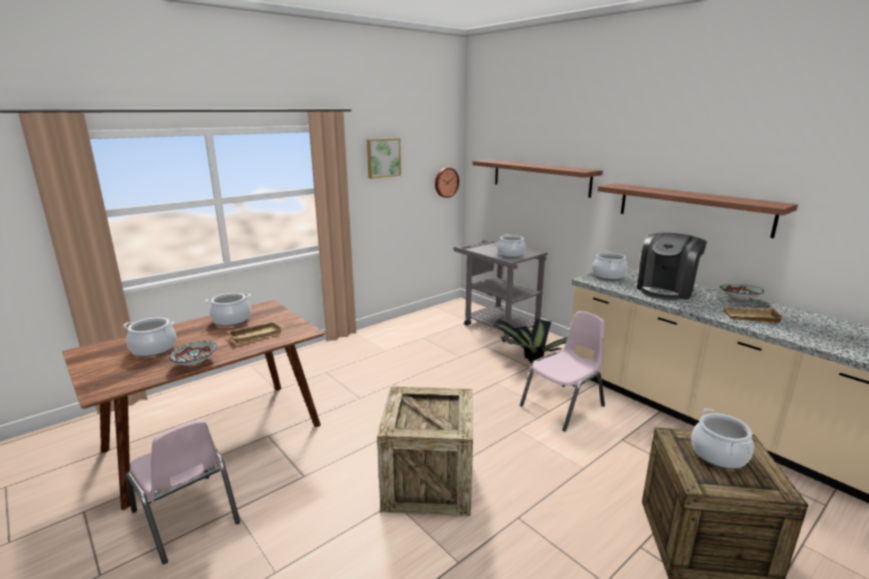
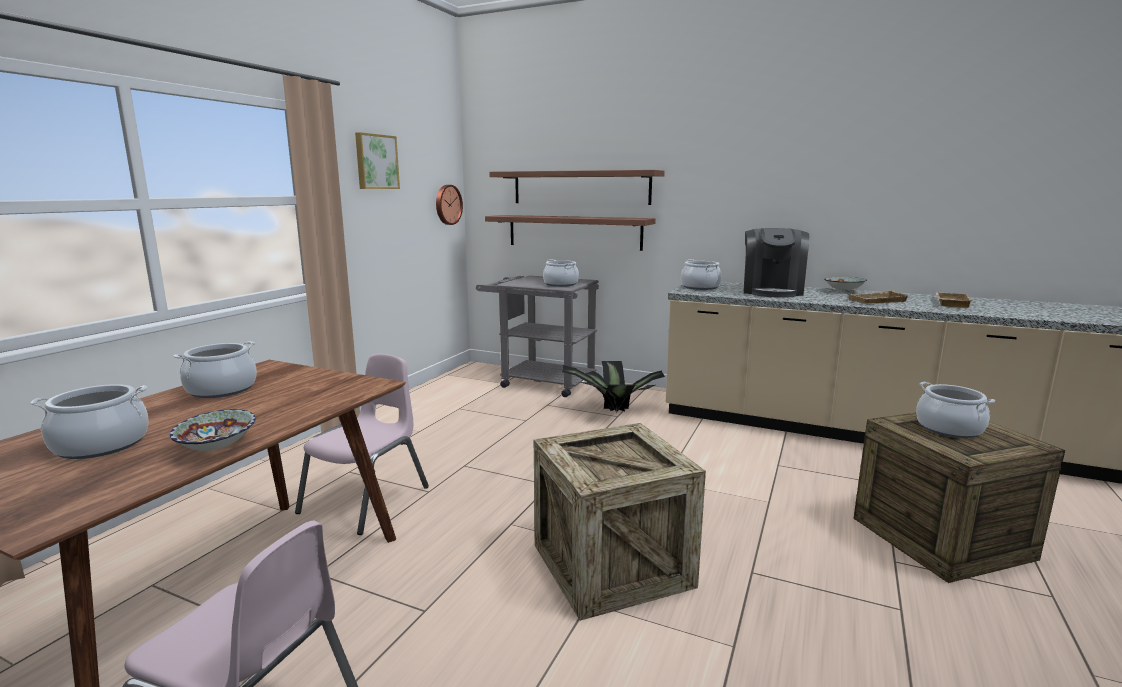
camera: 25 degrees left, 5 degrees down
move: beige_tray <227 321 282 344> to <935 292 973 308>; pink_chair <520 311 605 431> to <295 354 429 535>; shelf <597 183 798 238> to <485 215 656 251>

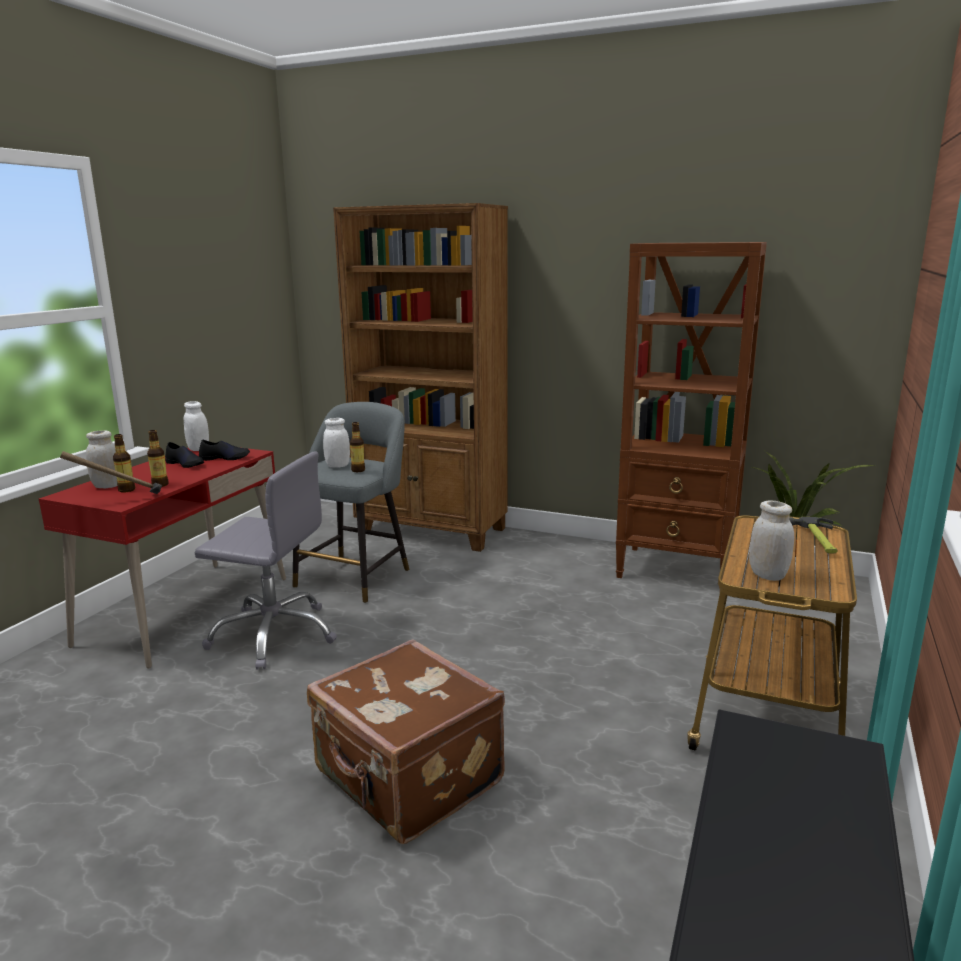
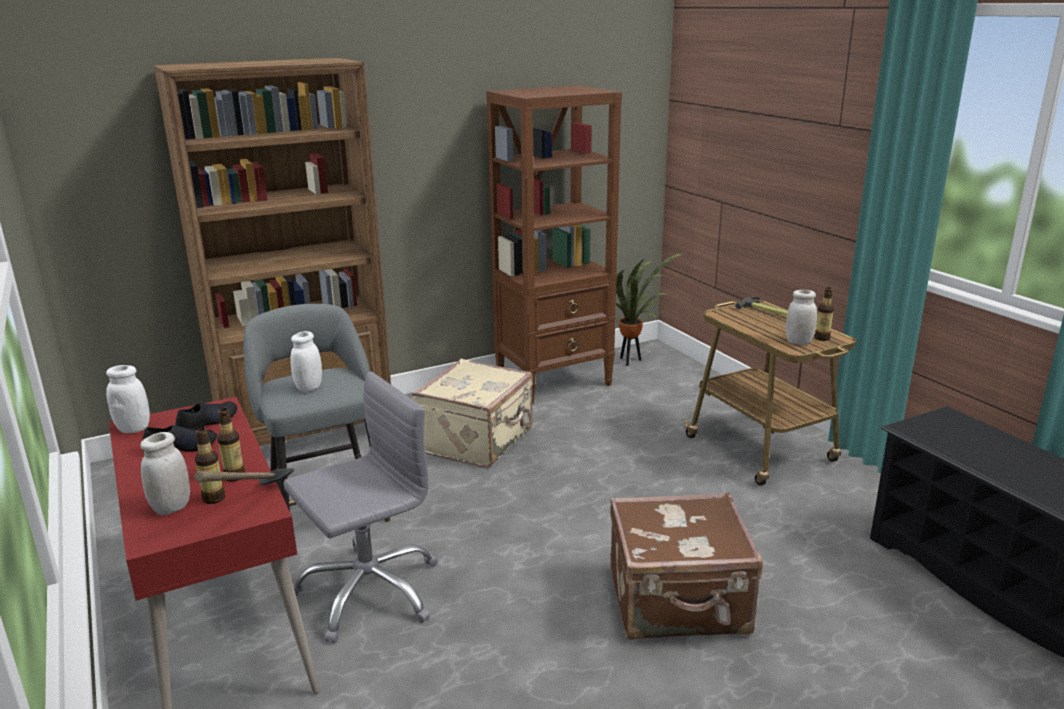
camera: 50 degrees left, 5 degrees up
insert: beige_suitcase <412 359 533 468>
move: bottle <350 422 365 472> to <815 287 834 341>

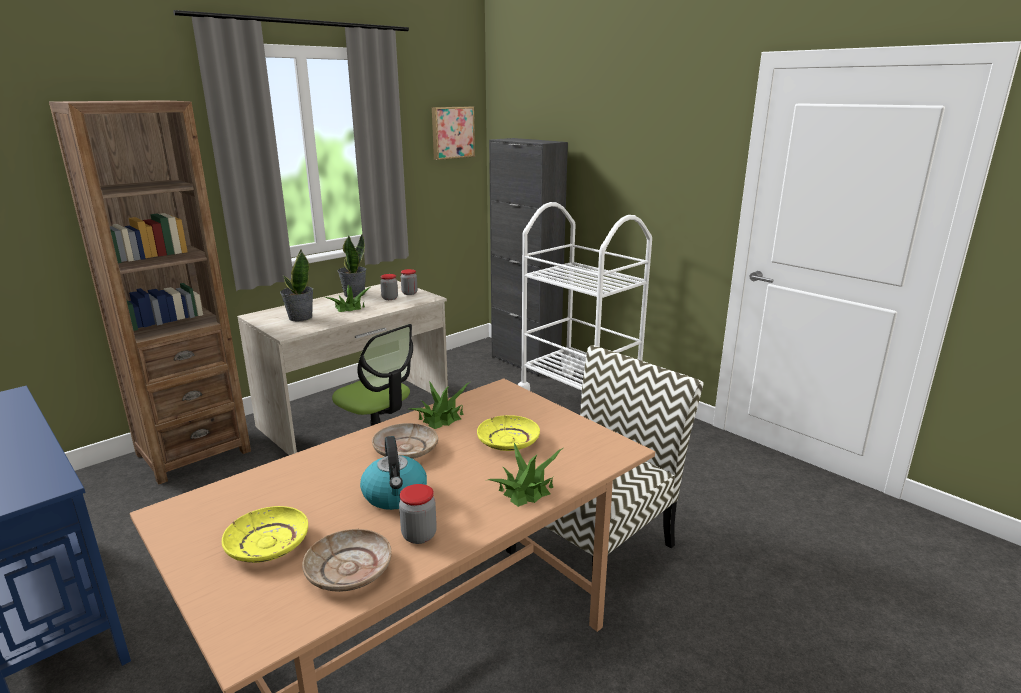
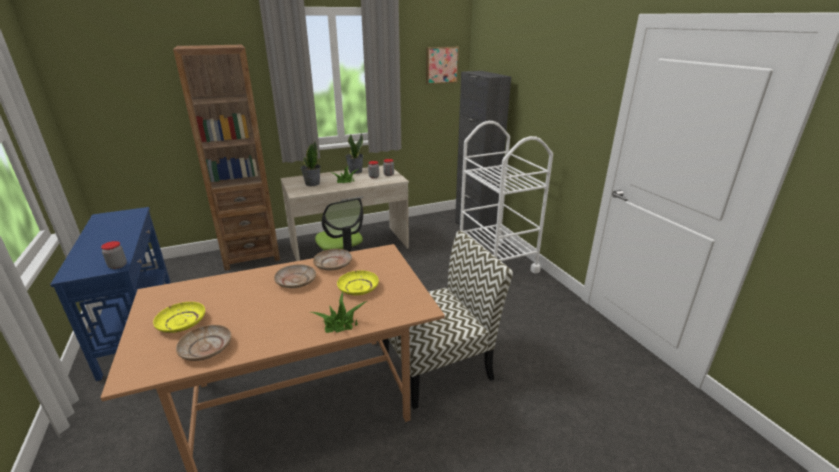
camera: 20 degrees right, 5 degrees up
delete: kettle <360 436 427 510>
move: jar <399 484 437 544> to <101 241 127 269>
replace: potted_plant <410 381 470 429> to beige_plate <313 249 352 270>

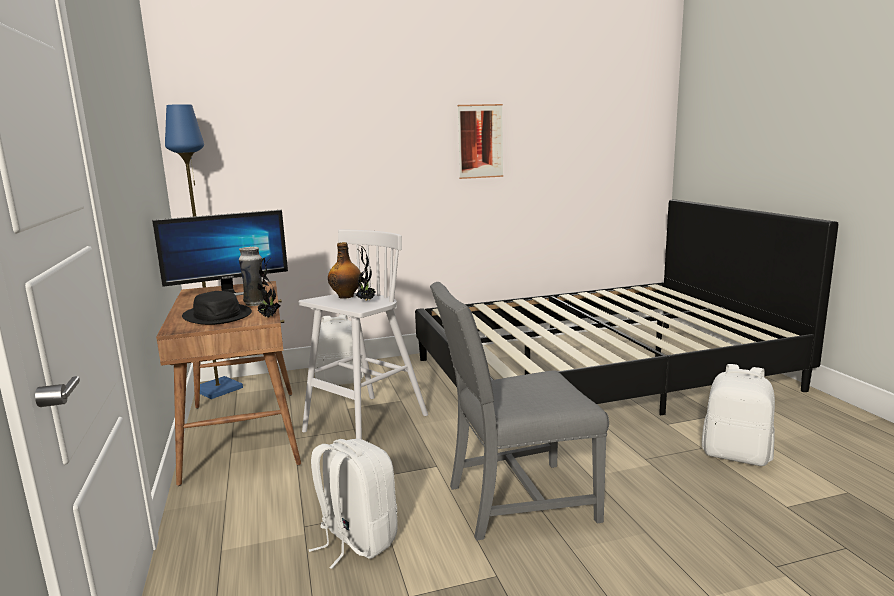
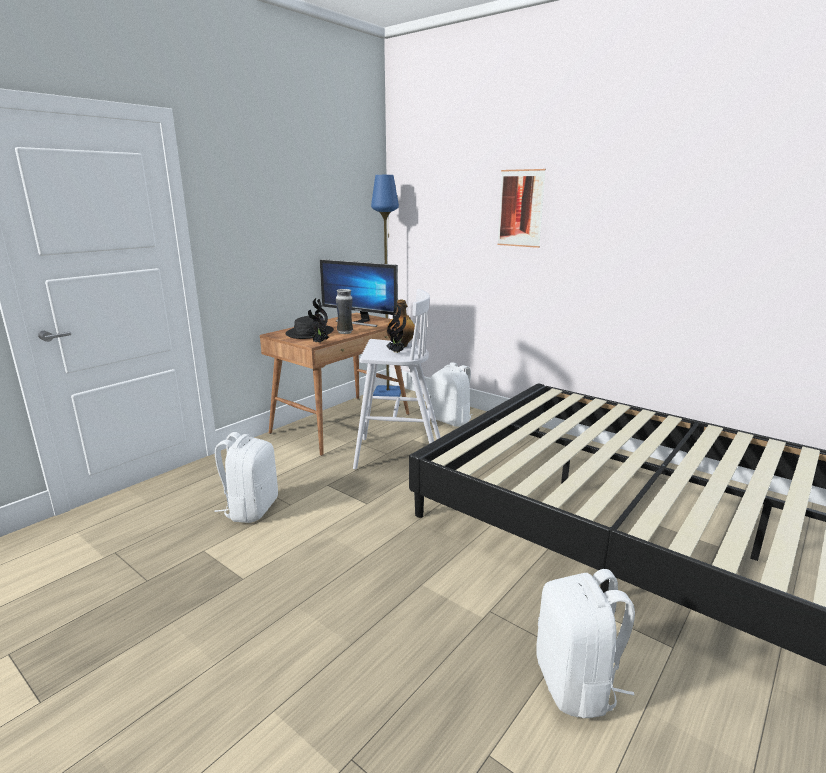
camera: 55 degrees right, 5 degrees up
delete: grey_chair <430 282 609 541>
move: picture <458 104 503 179> to <498 169 546 248>

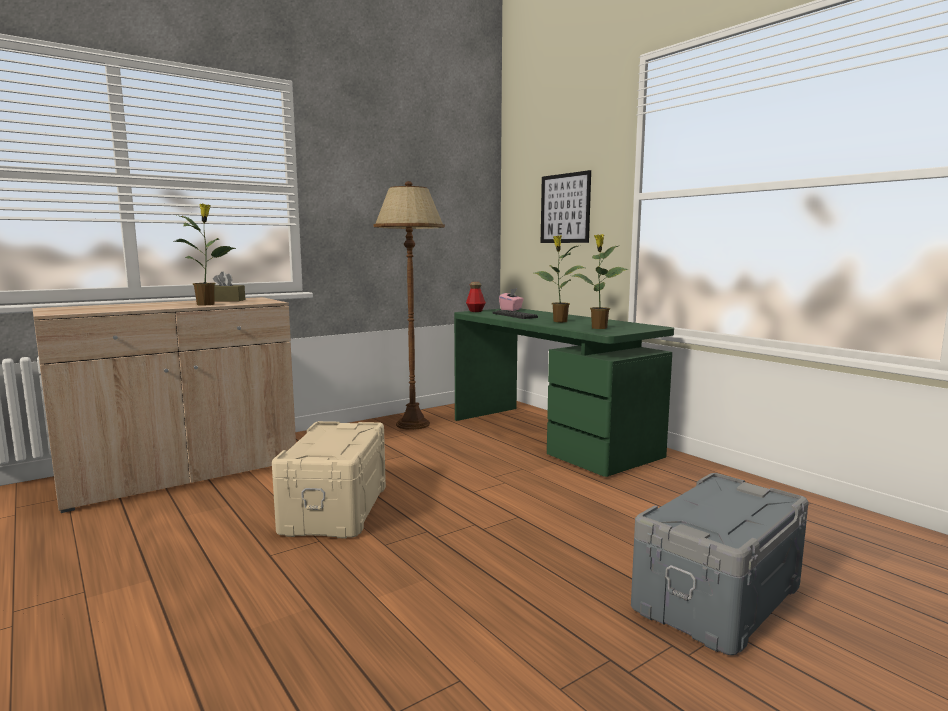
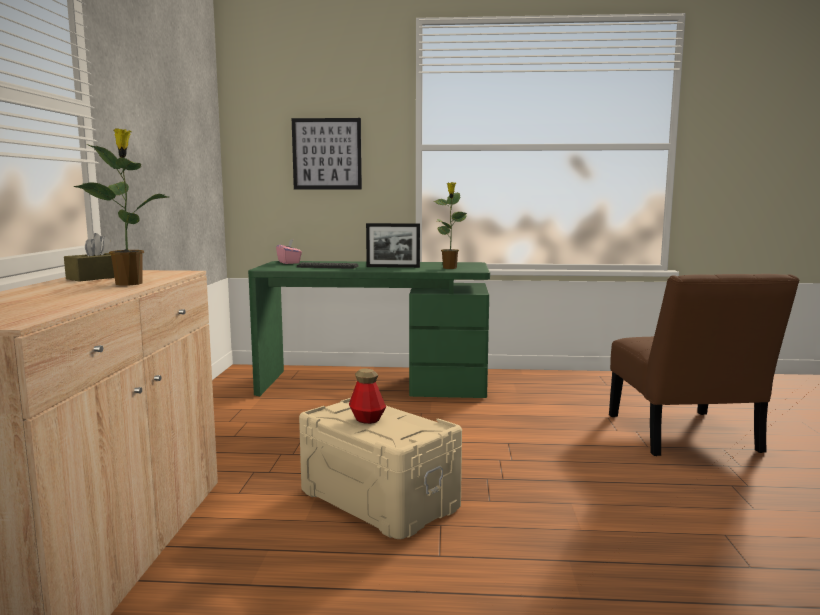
camera: 50 degrees left, 0 degrees up
delete: brown_floor_lamp <373 181 445 430>
move: bottle <466 282 486 312> to <349 368 386 424>
replace: potted_plant <534 235 585 322> to picture_frame <366 223 420 268>; grey_storage_box <631 473 808 655> to brown_chair <609 274 800 456>

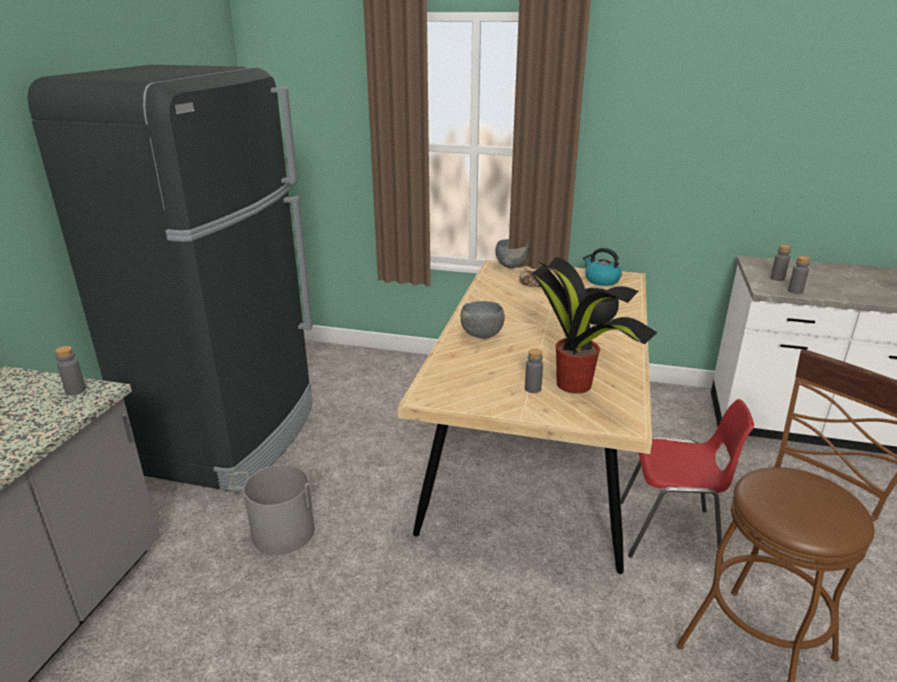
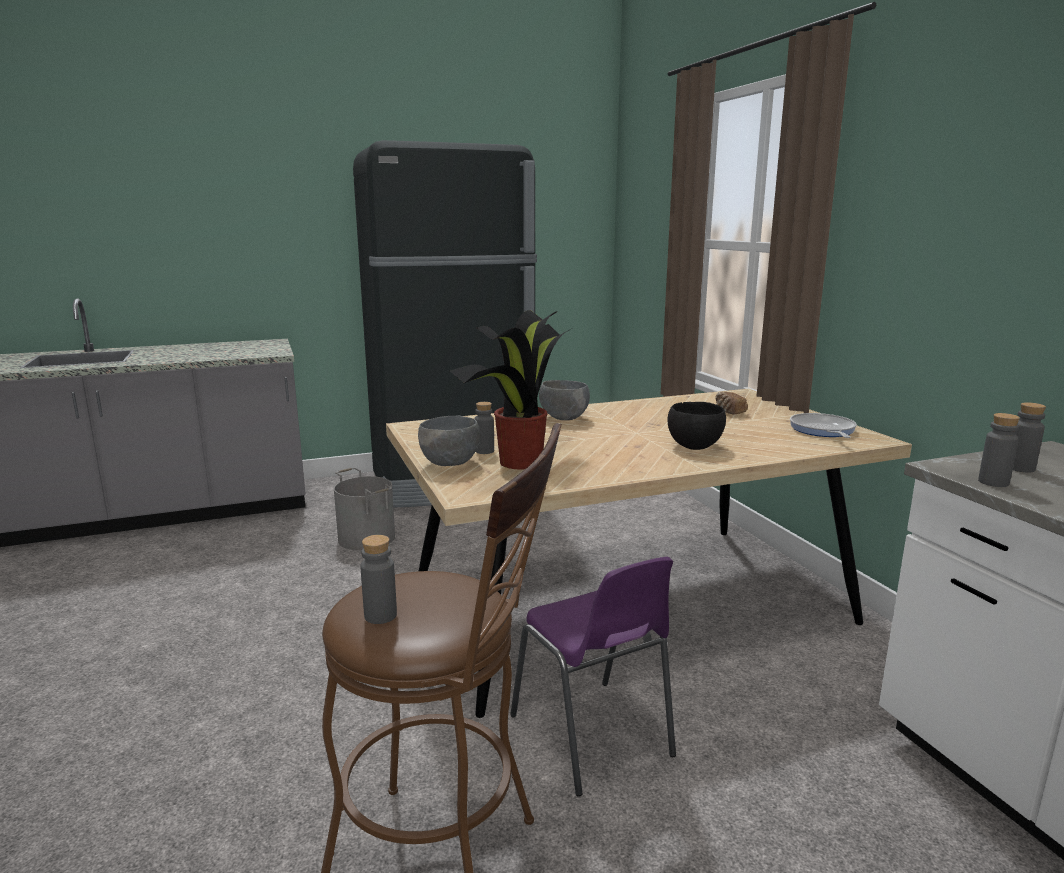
camera: 55 degrees right, 10 degrees down
move: grey_bottle <55 346 86 395> to <361 535 397 624>; grey_bowl <495 239 529 268> to <418 416 480 466>
replace: kettle <583 248 622 286> to frying_pan <790 413 857 438>
recolor: red_chair <620 399 754 563> to purple_chair <510 557 676 797>

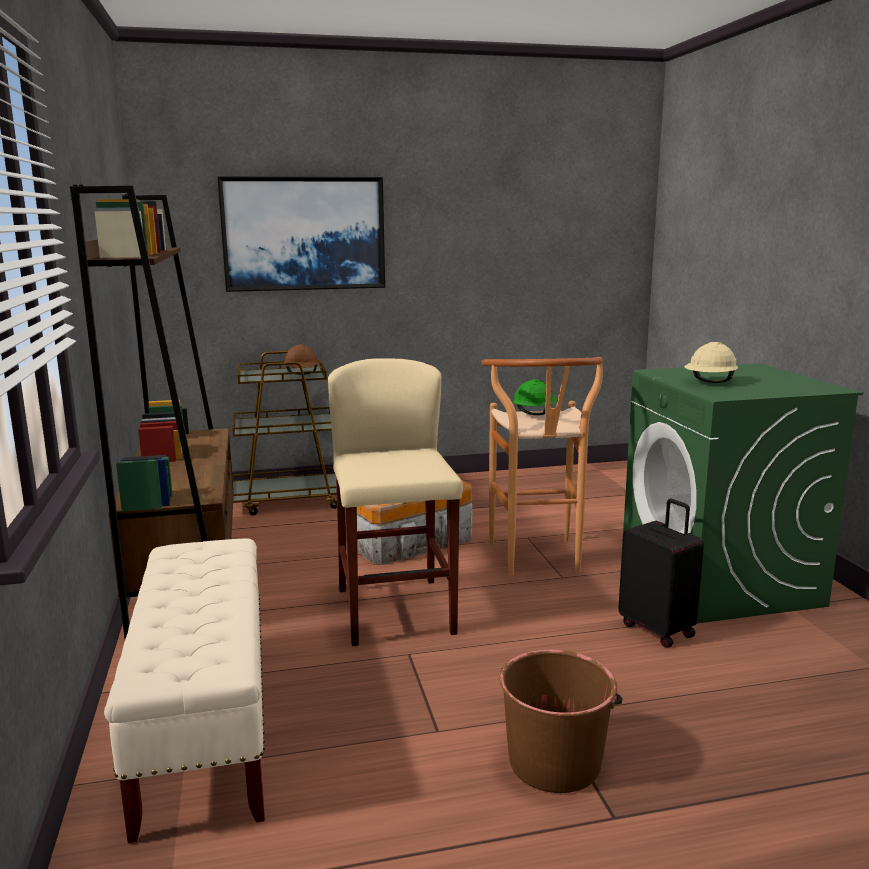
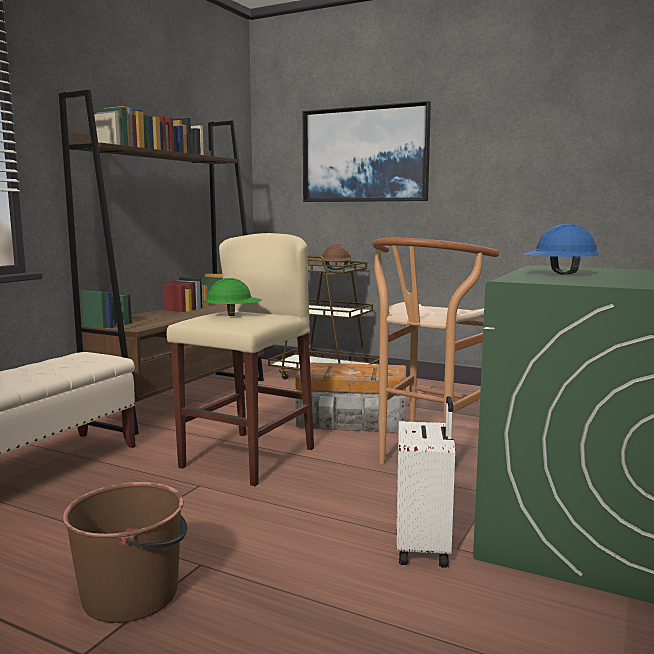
camera: 40 degrees right, 5 degrees down
move: green_hard_hat <513 379 558 415> to <205 278 262 316>
recolor: black_suitcase <618 499 704 648> to white_suitcase <397 396 455 568>; beige_hard_hat <684 342 738 383> to blue_hard_hat <523 224 599 275>

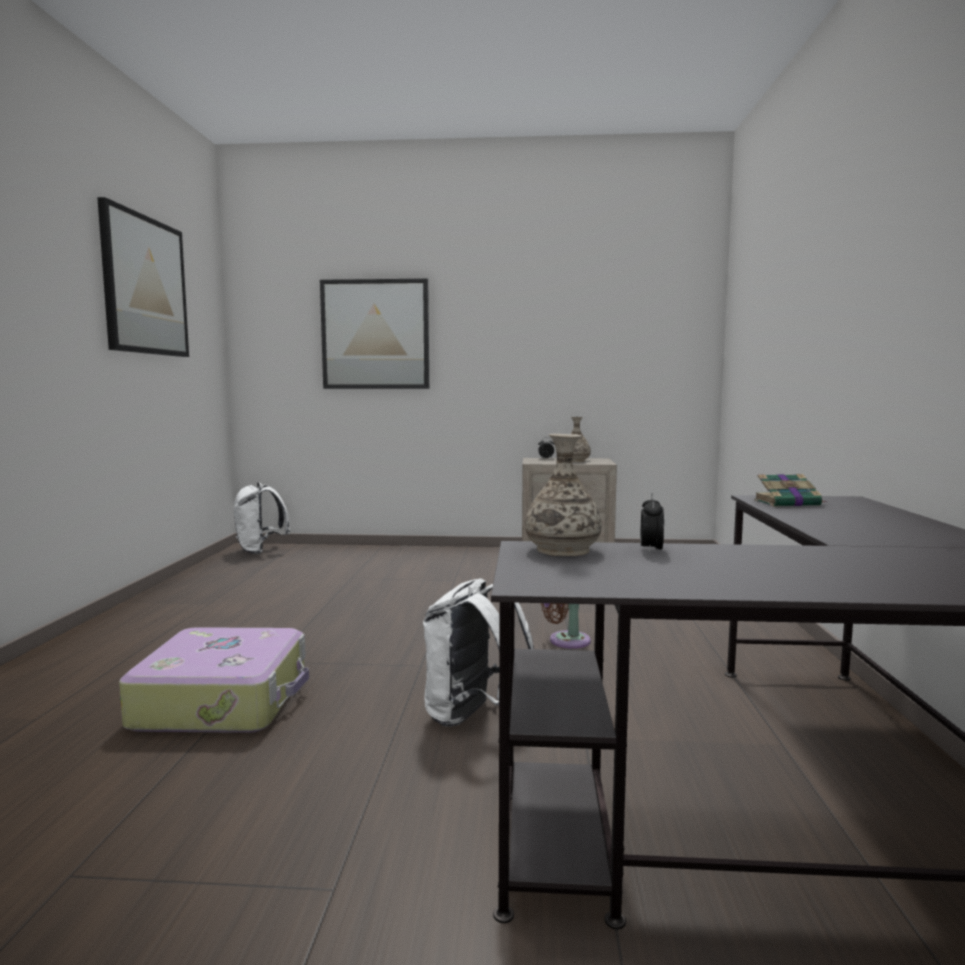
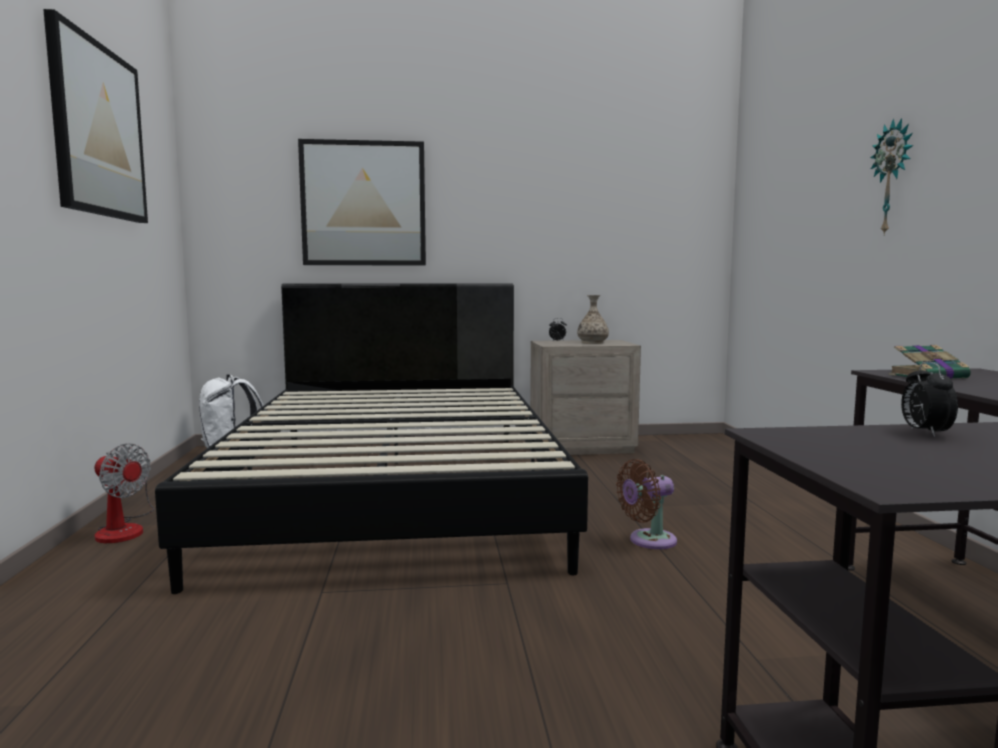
camera: 10 degrees left, 0 degrees up
delete: suitcase <119 627 309 733>; white_backpack <423 578 534 727>; vase <525 434 602 556>
insert: fan <95 444 154 543>; black_bed <155 283 588 594>; wall_clock <870 118 913 236>

